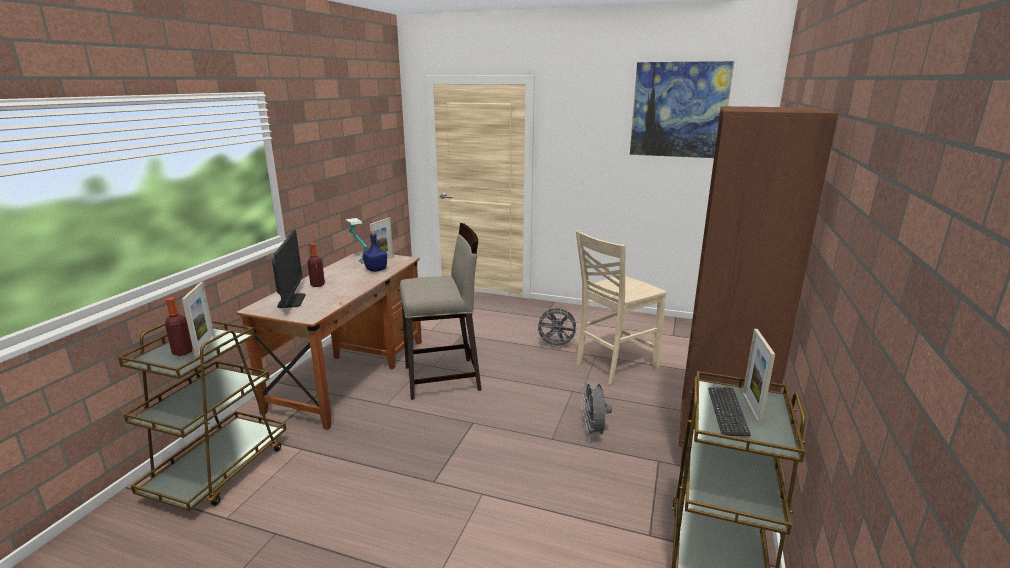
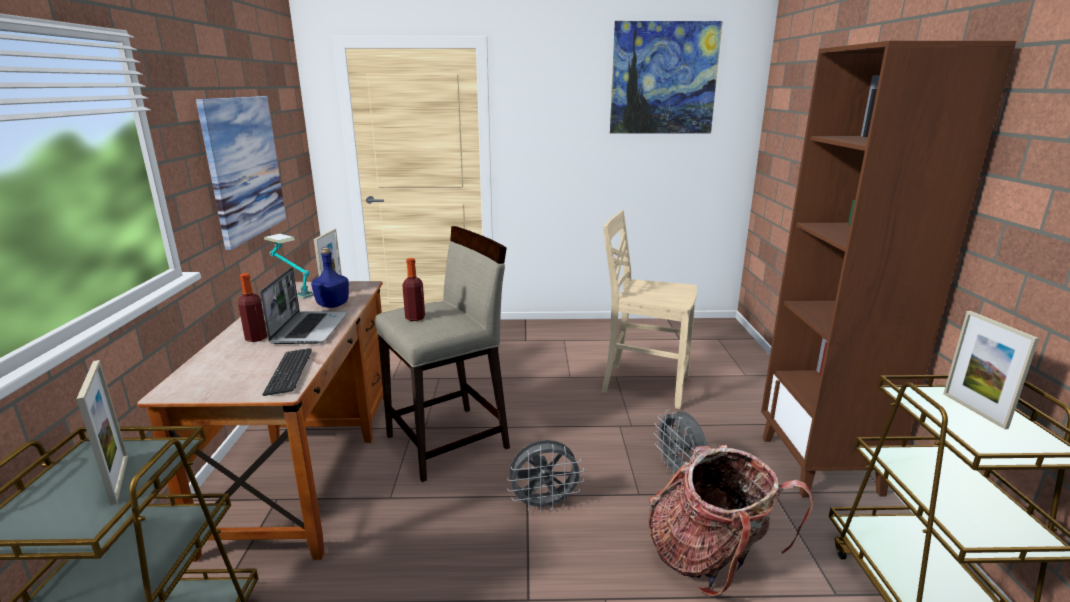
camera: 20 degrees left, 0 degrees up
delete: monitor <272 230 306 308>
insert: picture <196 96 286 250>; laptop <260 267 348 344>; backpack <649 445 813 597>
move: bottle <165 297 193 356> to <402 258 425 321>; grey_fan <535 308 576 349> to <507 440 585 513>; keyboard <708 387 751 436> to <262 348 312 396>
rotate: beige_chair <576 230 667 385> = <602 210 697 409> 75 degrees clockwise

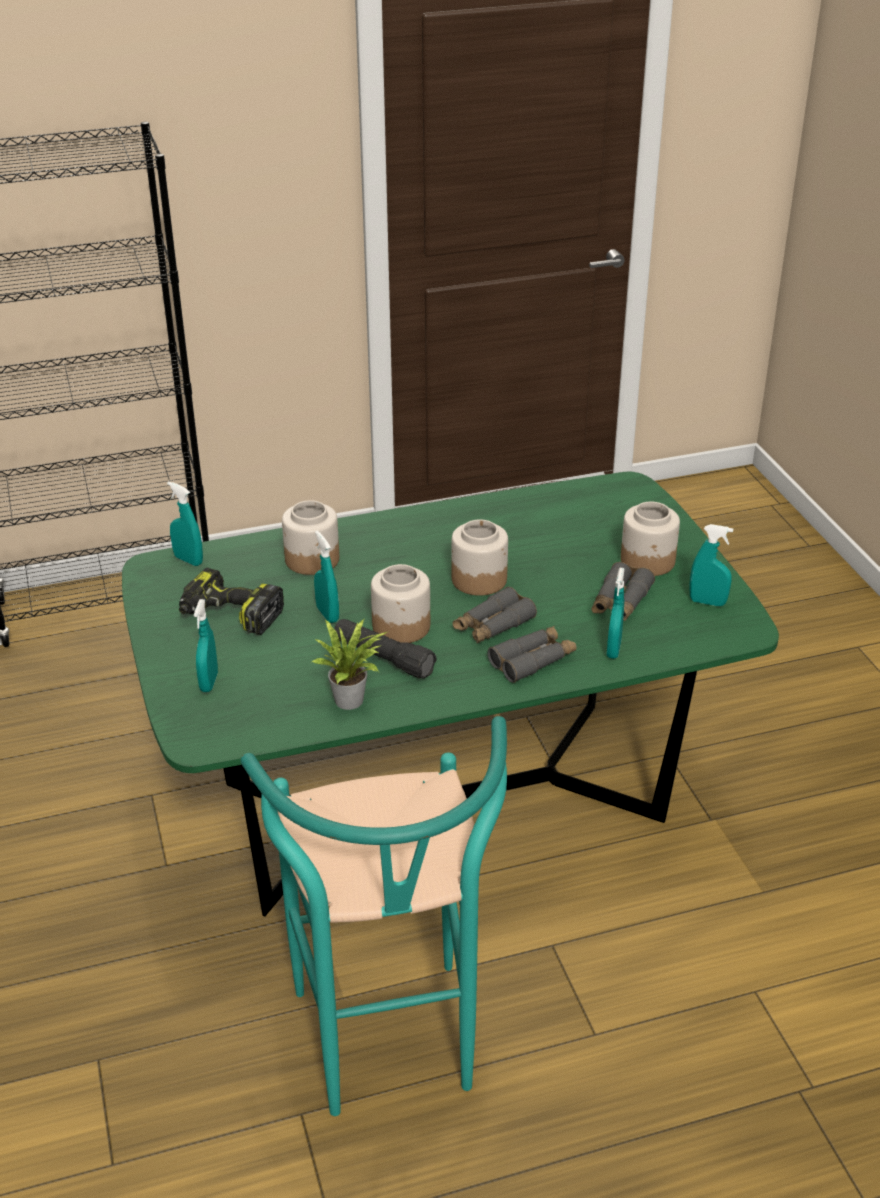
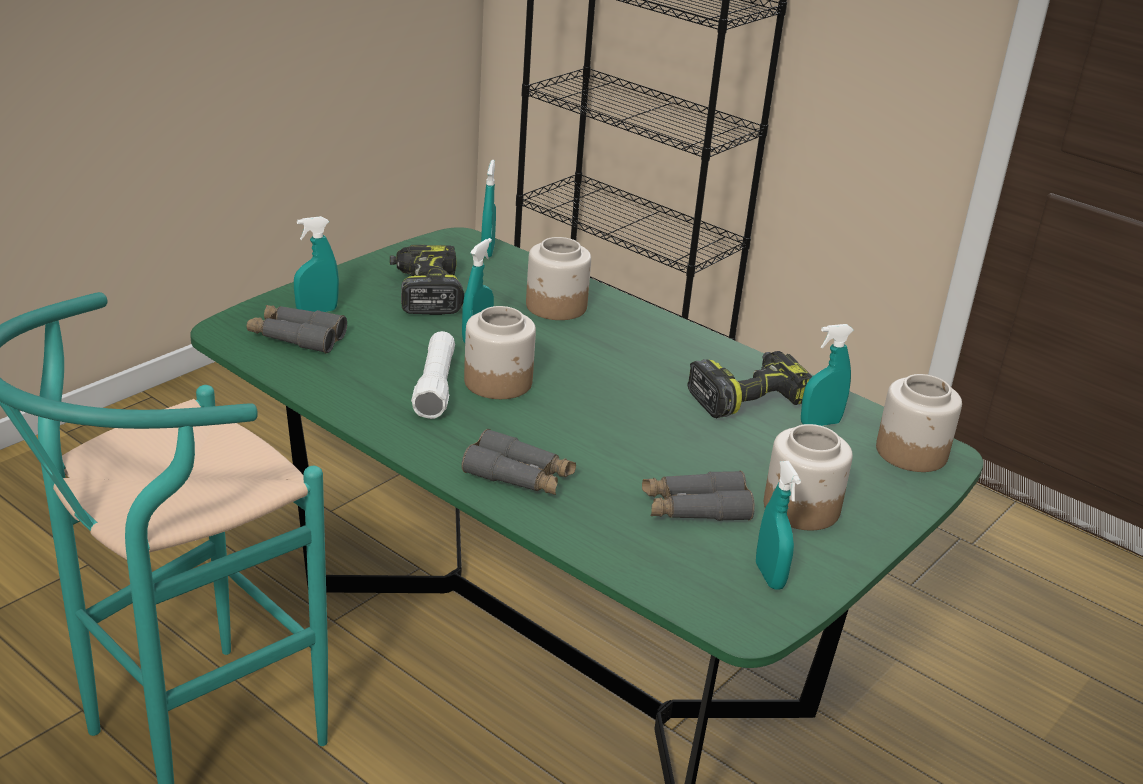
camera: 55 degrees right, 5 degrees down
delete: potted_plant <312 619 387 710>
insert: power_drill <687 351 812 418>
move: jar <452 519 508 596> to <876 374 962 472>; grey_binoculars <453 587 537 643> to <247 305 347 353>; turquoise_spray_bottle <607 568 625 659> to <801 324 854 426>
recolor: black_flashlight <334 619 437 679> to white_flashlight <411 331 455 419>

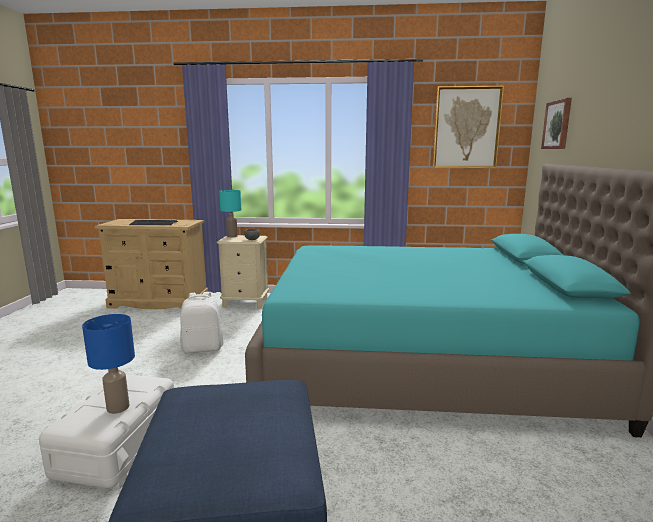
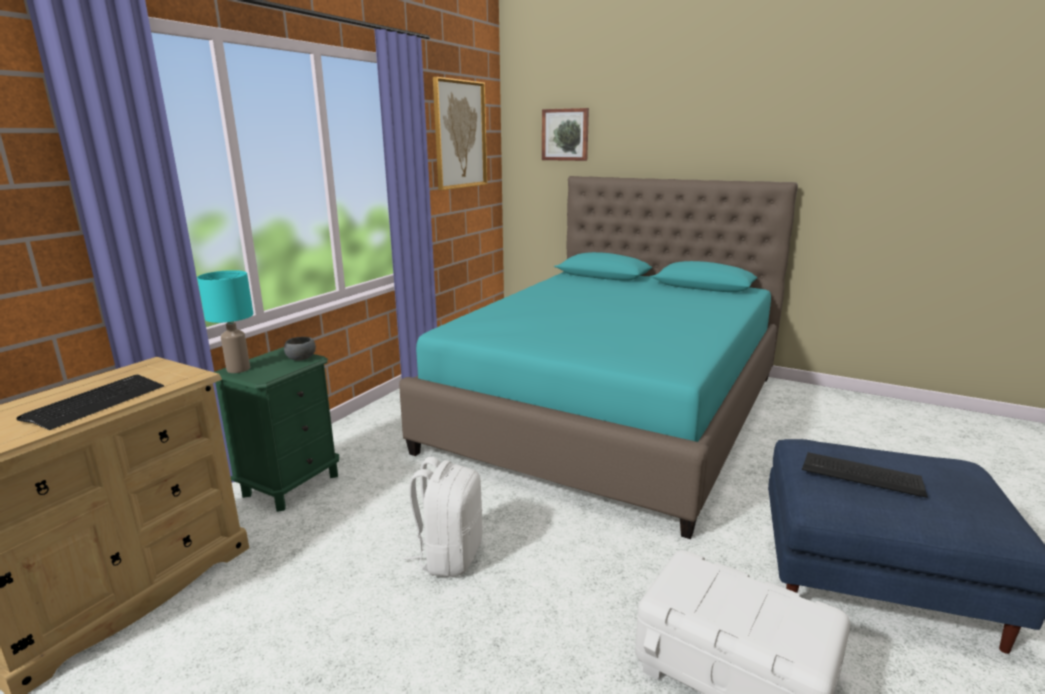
camera: 65 degrees left, 5 degrees up
delete: blue_table_lamp <82 314 135 414>
insert: keyboard <802 452 928 498>
recolor: beige_nightstand <217 235 269 309> to green_nightstand <215 347 339 512>

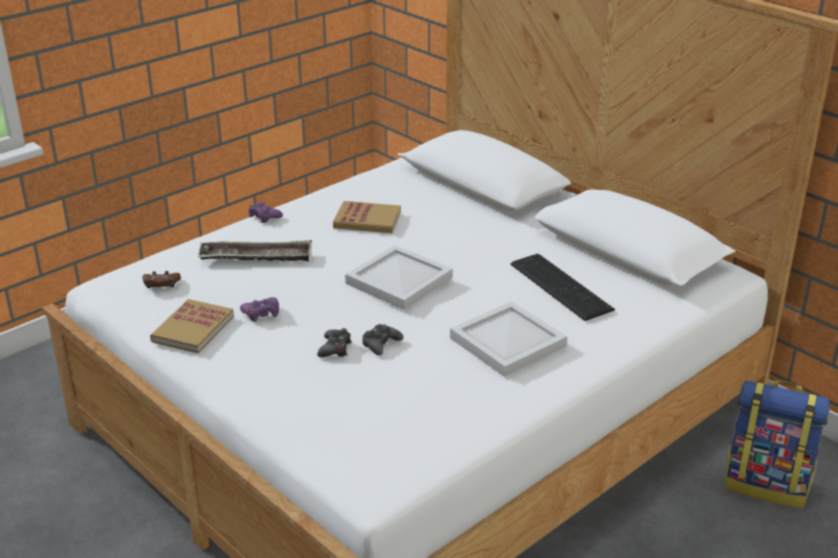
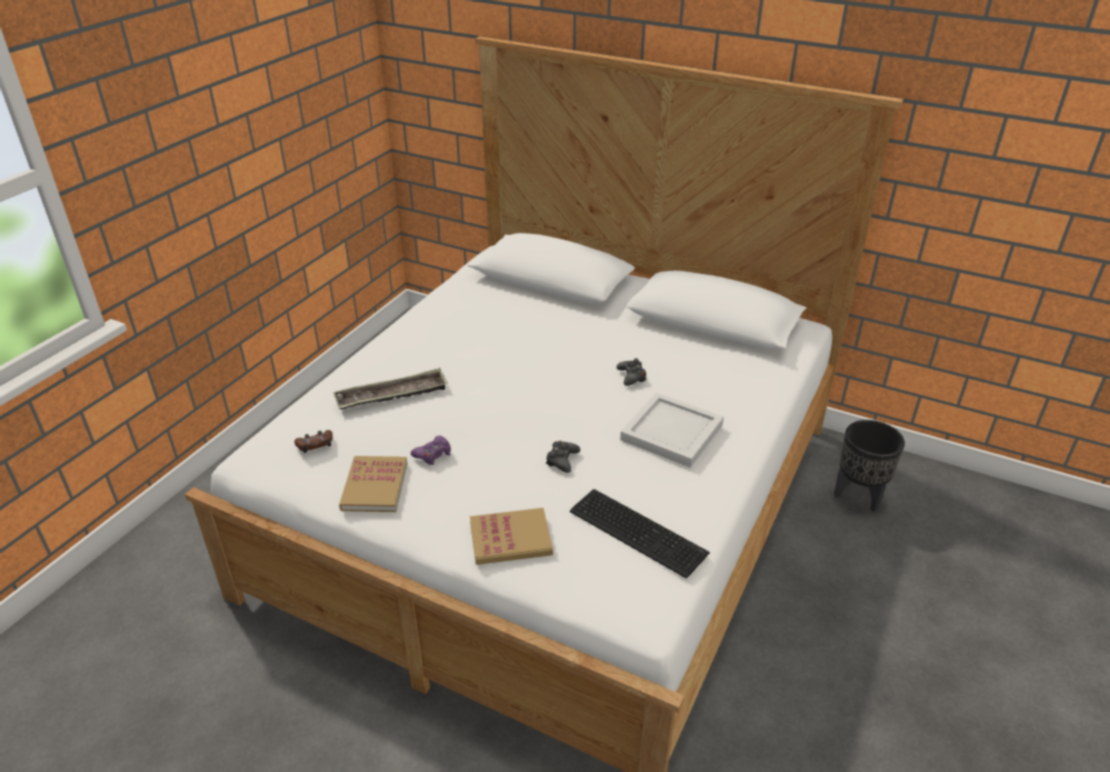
camera: 20 degrees left, 5 degrees up
delete: purple_game_controller <248 202 283 223>; white_tray <345 245 453 310>
move: black_game_controller <317 328 352 357> to <616 358 646 386>; book <333 201 401 233> to <470 508 553 565>; keyboard <511 254 615 321> to <570 489 710 579>
replace: backpack <725 380 830 508> to black_planter <834 420 905 512>

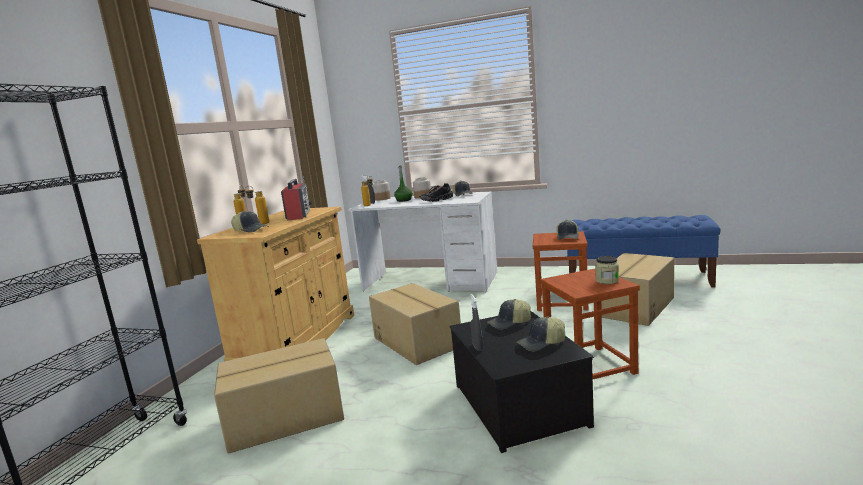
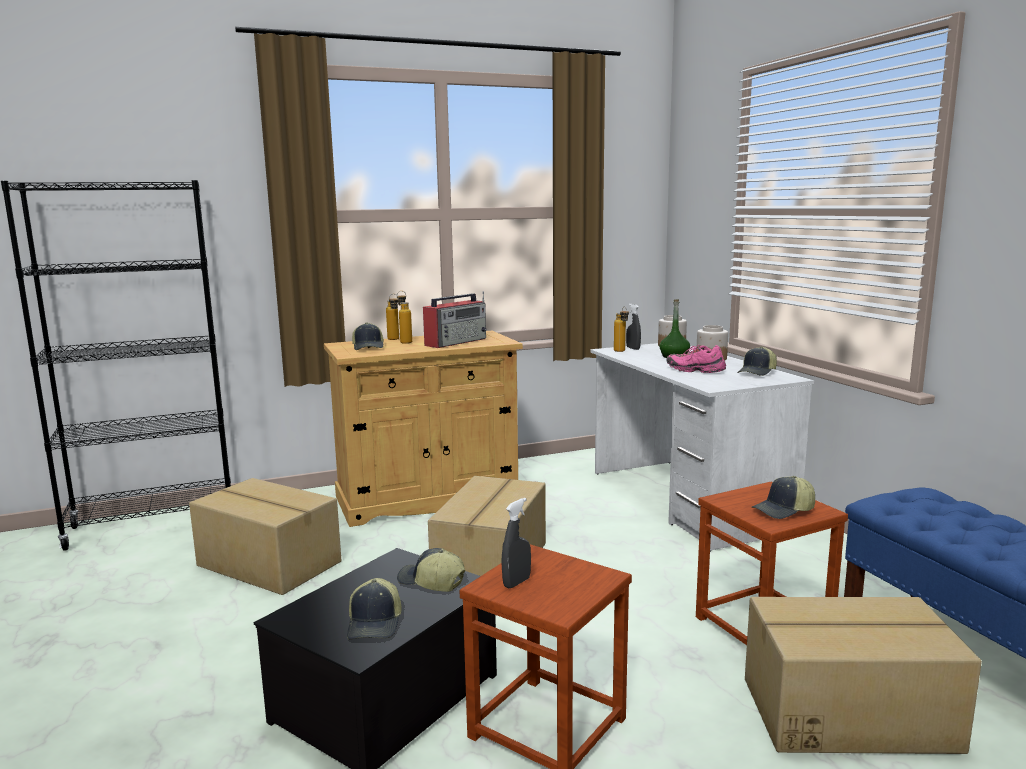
camera: 50 degrees right, 0 degrees up
delete: jar <595 256 619 284>
move: grey_spray_bottle <470 294 483 351> to <502 498 531 589>
recolor: black_shoe <419 183 453 202> to pink_shoe <666 345 726 373>
rotate: cap <516 316 565 352> = <347 578 401 640> 120 degrees counterclockwise

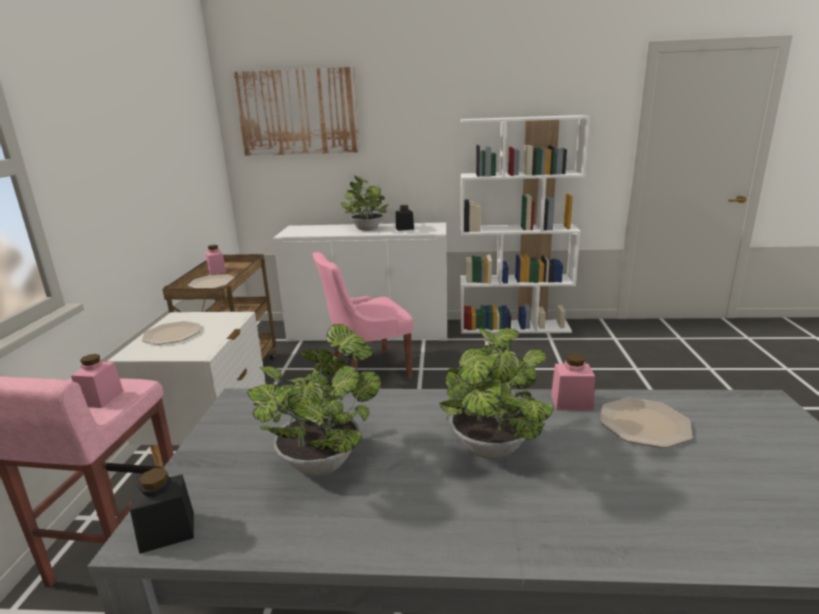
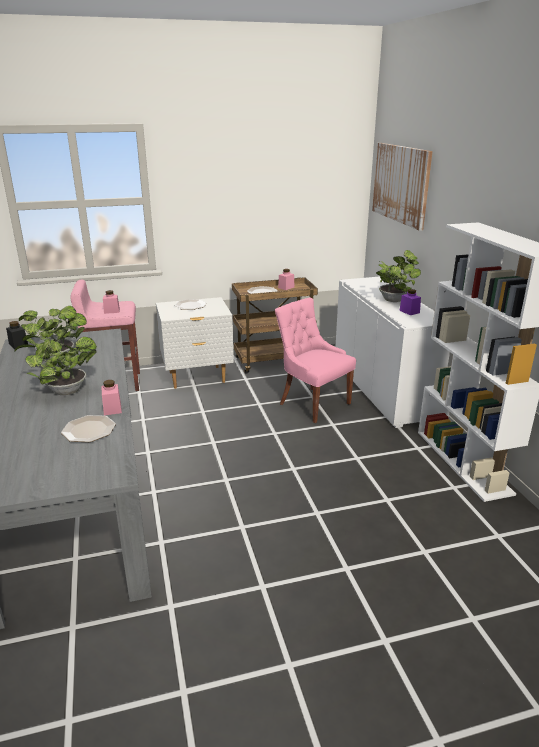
camera: 70 degrees right, 5 degrees up
recolor: black_jar <396 205 414 231> to purple_jar <399 289 421 315>

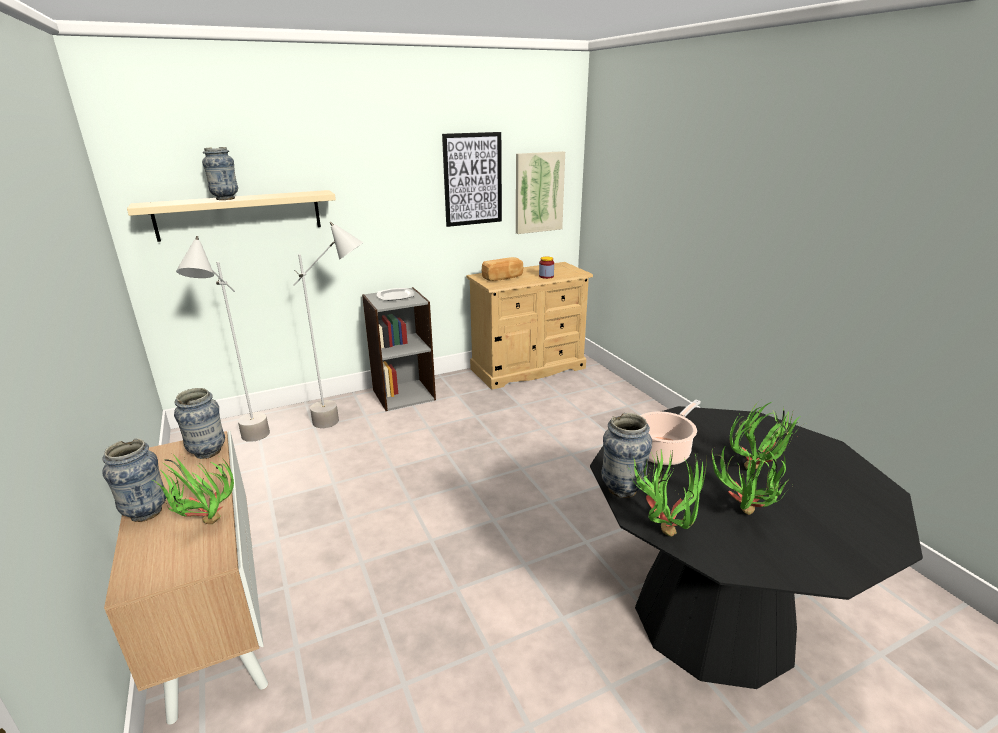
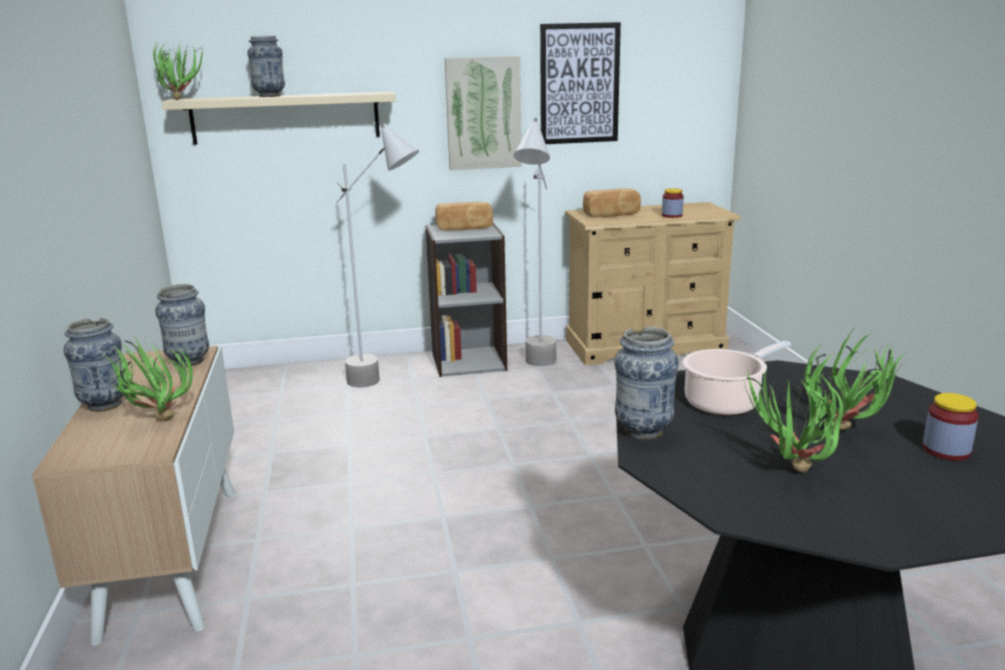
camera: 15 degrees right, 5 degrees down
insert: jar <923 393 979 461>
move: grey_floor_lamp <176 236 270 442> to <514 118 556 366>; picture <516 151 565 234> to <445 56 522 170>; potted_plant <627 449 707 537> to <153 42 203 100>
replace: plate <377 288 414 301> to bread <435 202 493 231>

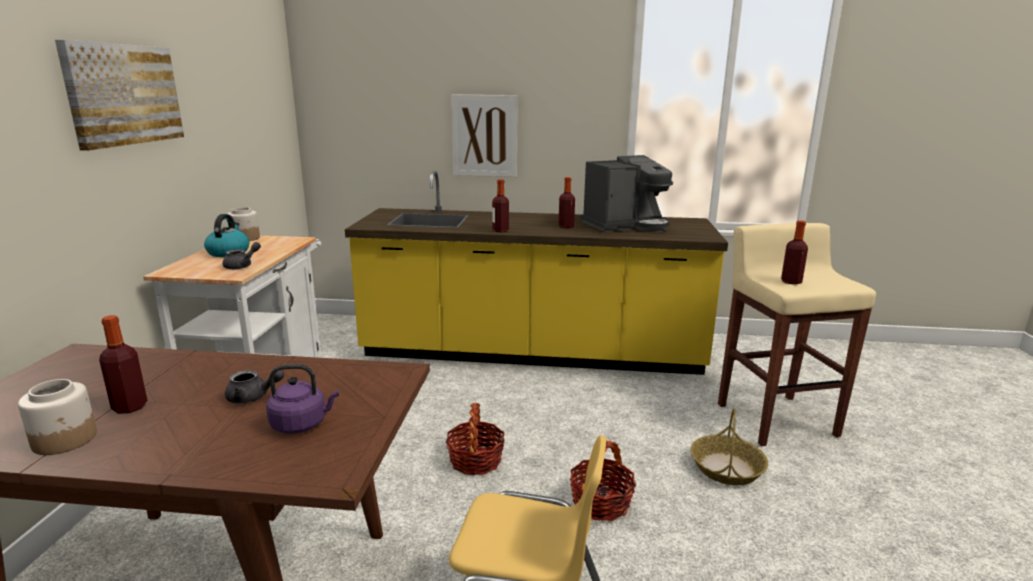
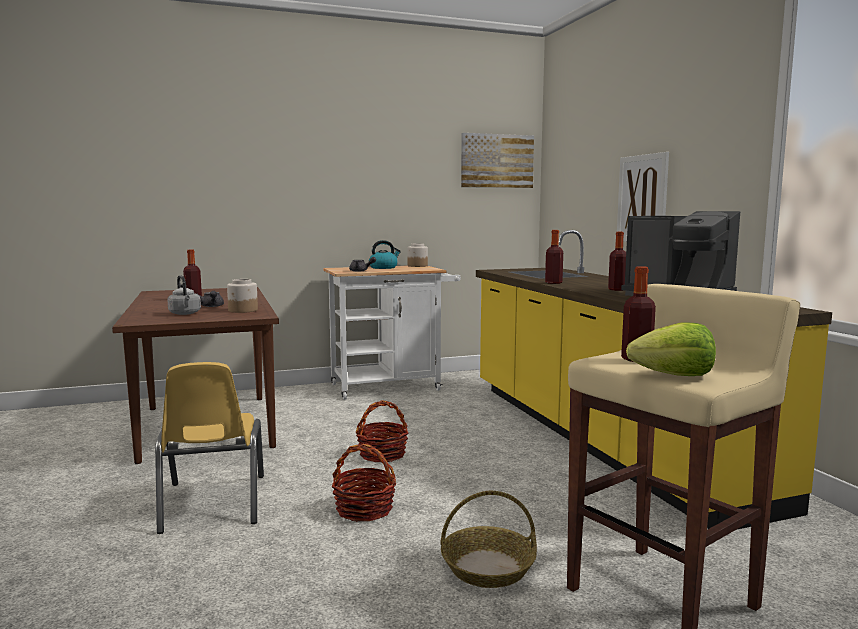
camera: 65 degrees right, 10 degrees down
insert: lettuce <626 323 716 376>
move: jar <18 379 97 455> to <227 279 258 313>; picture <55 40 184 151> to <461 133 534 188>
recolor: purple_kettle <266 364 339 434> to grey_kettle <167 275 201 315>

